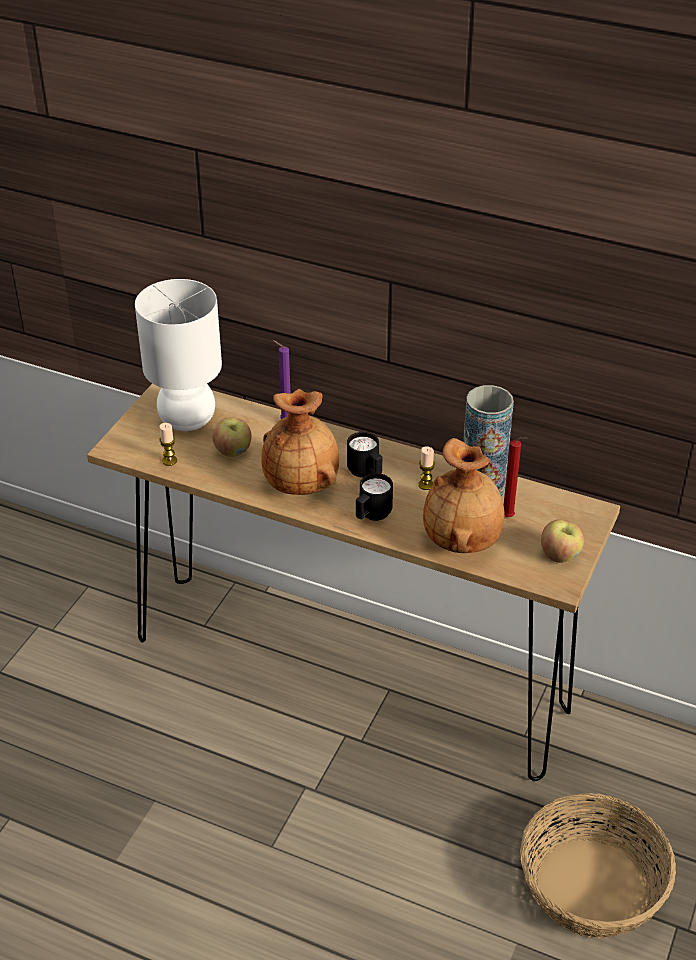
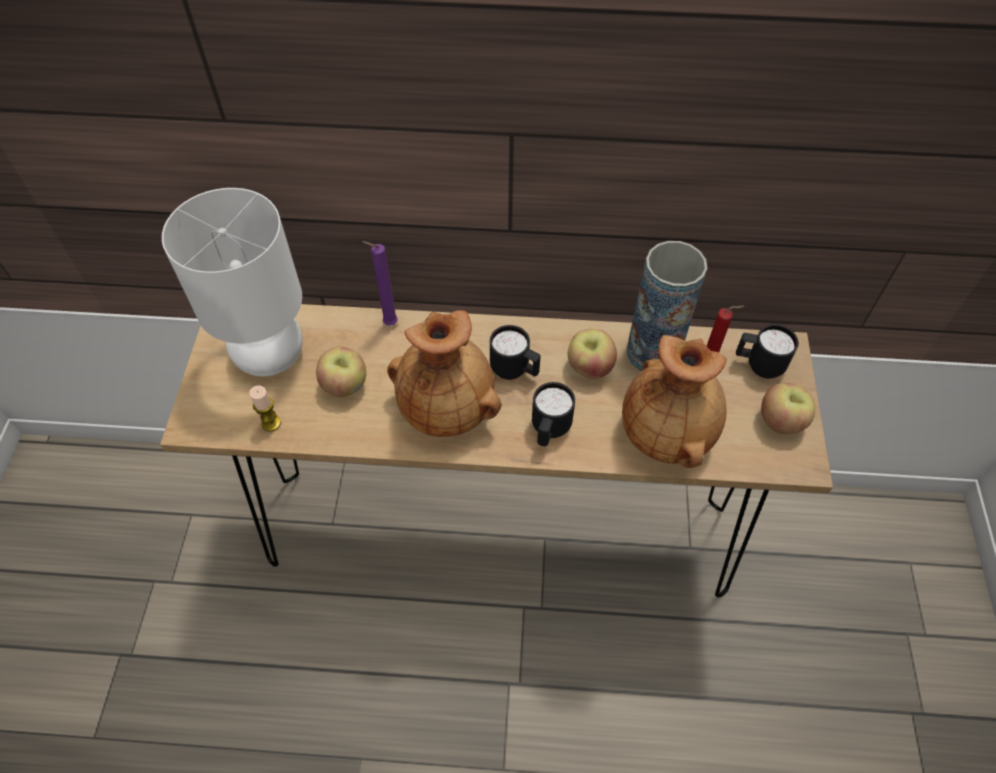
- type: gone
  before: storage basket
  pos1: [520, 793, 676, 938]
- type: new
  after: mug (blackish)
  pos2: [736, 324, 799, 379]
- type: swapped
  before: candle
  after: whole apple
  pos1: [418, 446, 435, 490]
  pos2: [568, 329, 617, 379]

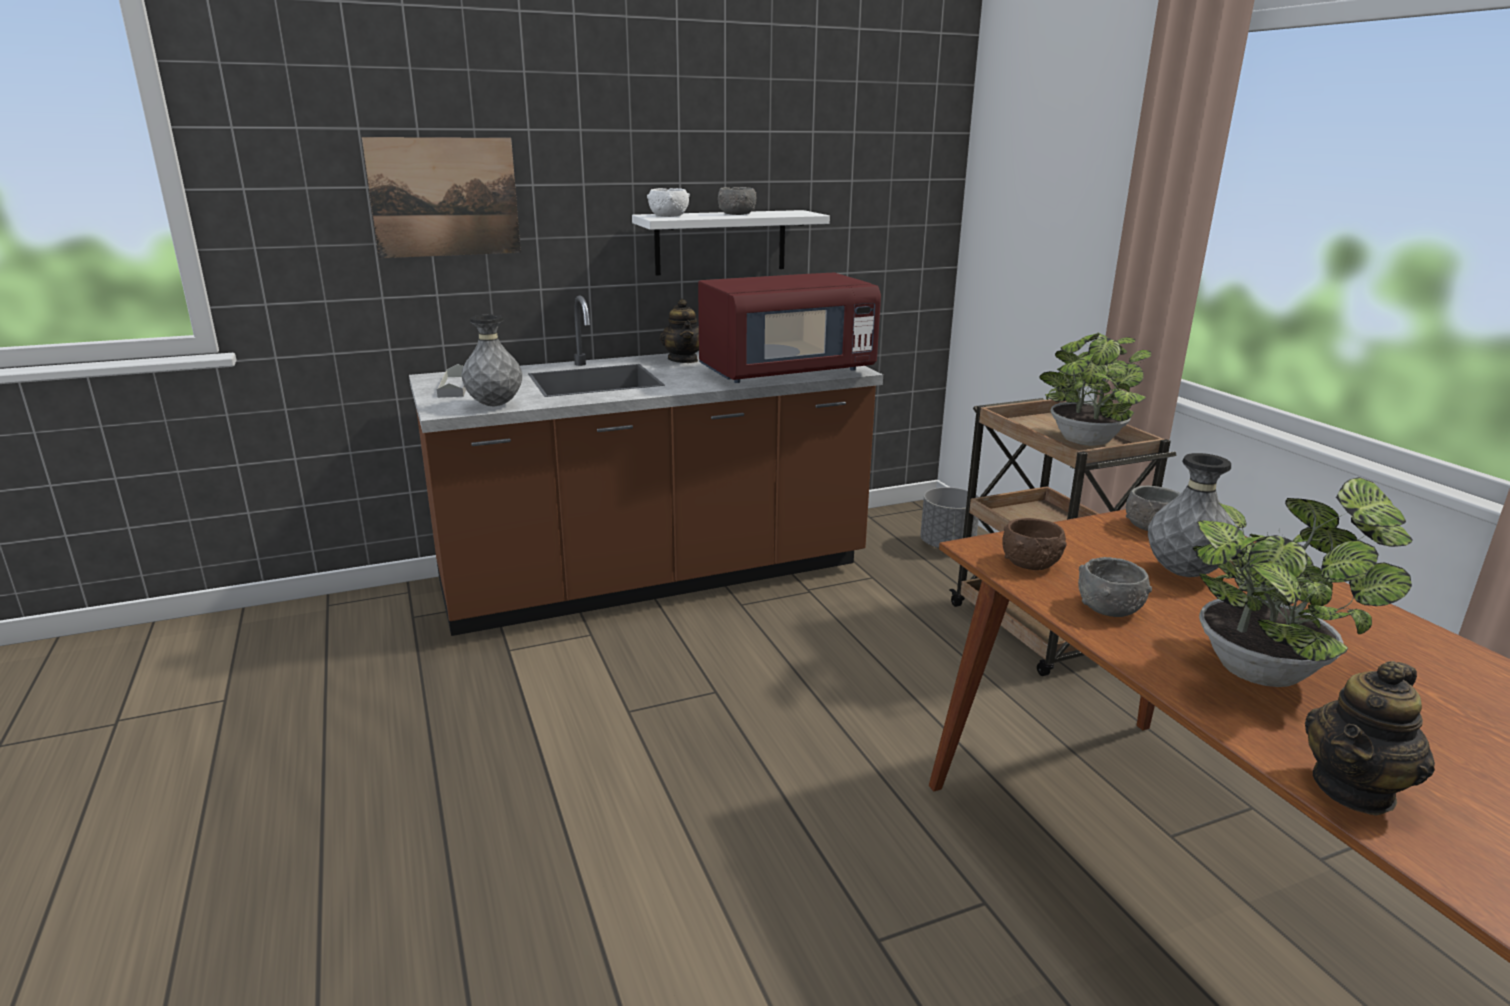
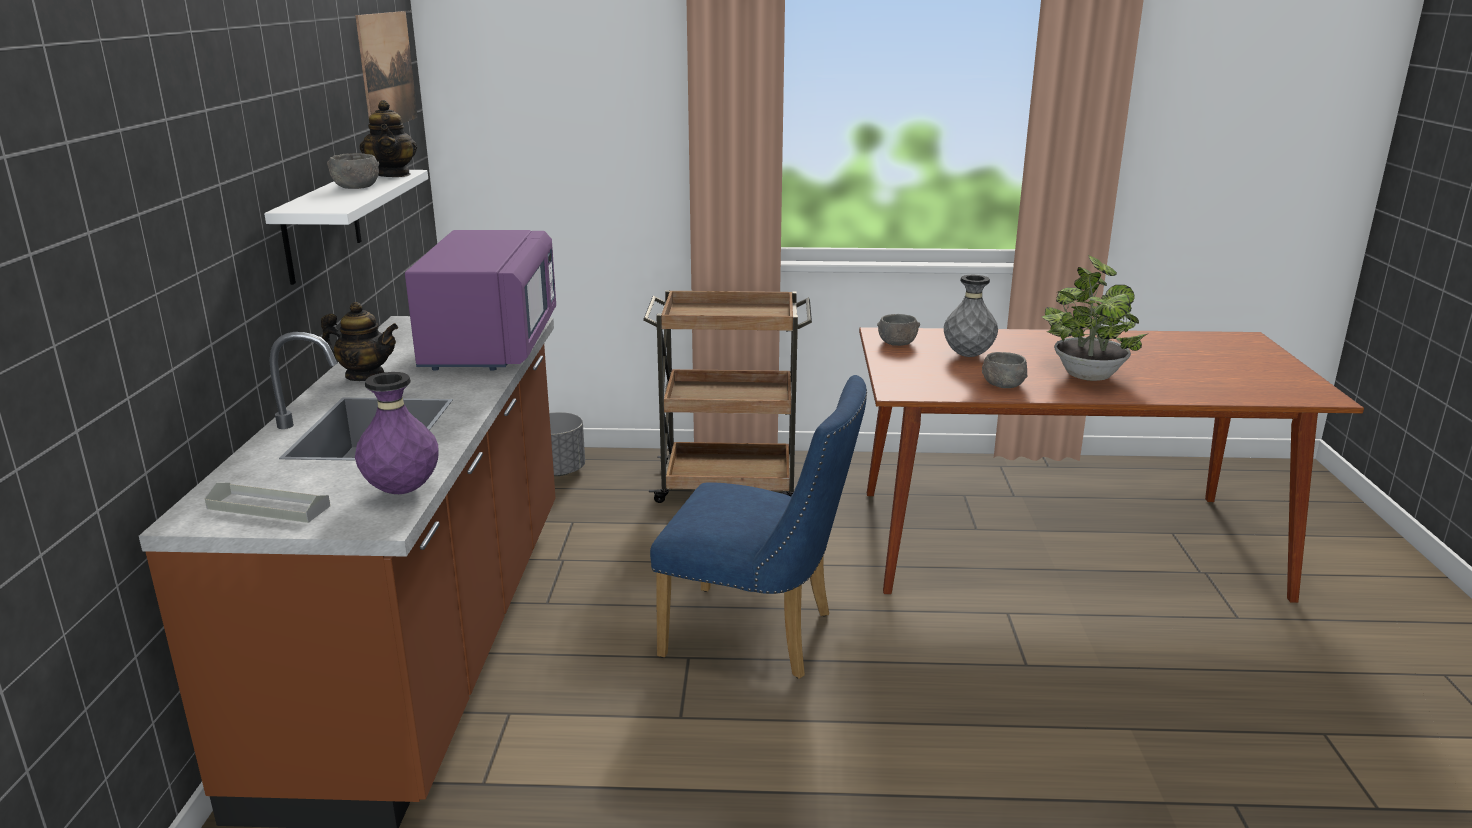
- type: gone
  before: deep dish (white)
  pos1: [647, 188, 690, 217]
- type: gone
  before: deep dish (brownish)
  pos1: [1002, 518, 1067, 570]
- type: gone
  before: houseplant
  pos1: [1039, 332, 1151, 446]
- type: new
  after: upright chair (blue-coloured)
  pos2: [650, 375, 867, 679]
- type: shifted
  before: wall art
  pos1: [362, 137, 521, 258]
  pos2: [355, 11, 418, 124]
- type: shifted
  before: tea pot
  pos1: [1305, 661, 1435, 816]
  pos2: [360, 100, 417, 177]
- type: repainted
  before: decorative vase (gray)
  after: decorative vase (purple-coloured)
  pos1: [461, 315, 522, 406]
  pos2: [355, 372, 438, 494]
- type: repainted
  before: microwave oven (reddish)
  after: microwave oven (purple-coloured)
  pos1: [698, 273, 881, 383]
  pos2: [405, 230, 556, 371]

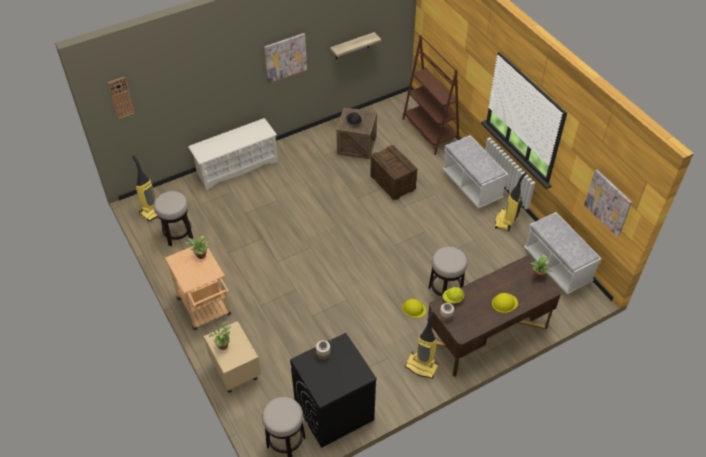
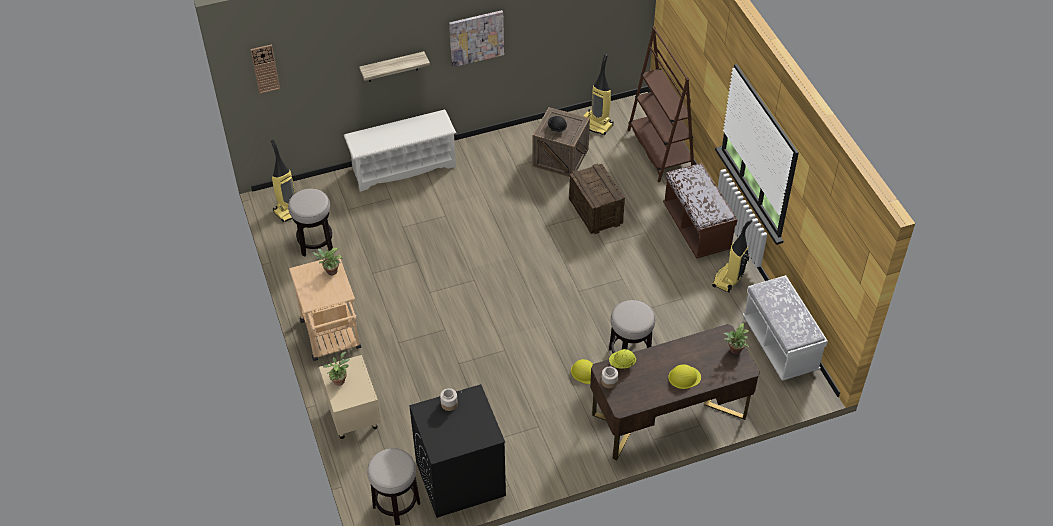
- type: gone
  before: wall art
  pos1: [584, 170, 632, 237]
- type: shifted
  before: wall shelf
  pos1: [330, 32, 381, 59]
  pos2: [359, 51, 430, 82]
- type: shifted
  before: hoover
  pos1: [405, 310, 439, 379]
  pos2: [584, 54, 614, 135]
- type: repainted
  before: long seat (white)
  after: long seat (brownish)
  pos1: [442, 135, 508, 209]
  pos2: [663, 163, 738, 259]

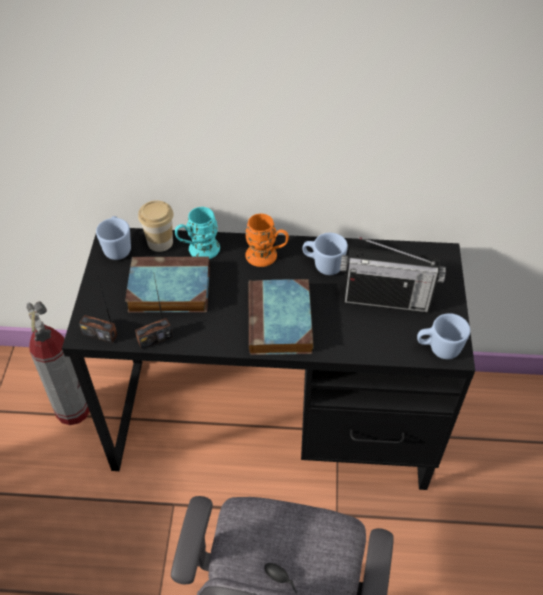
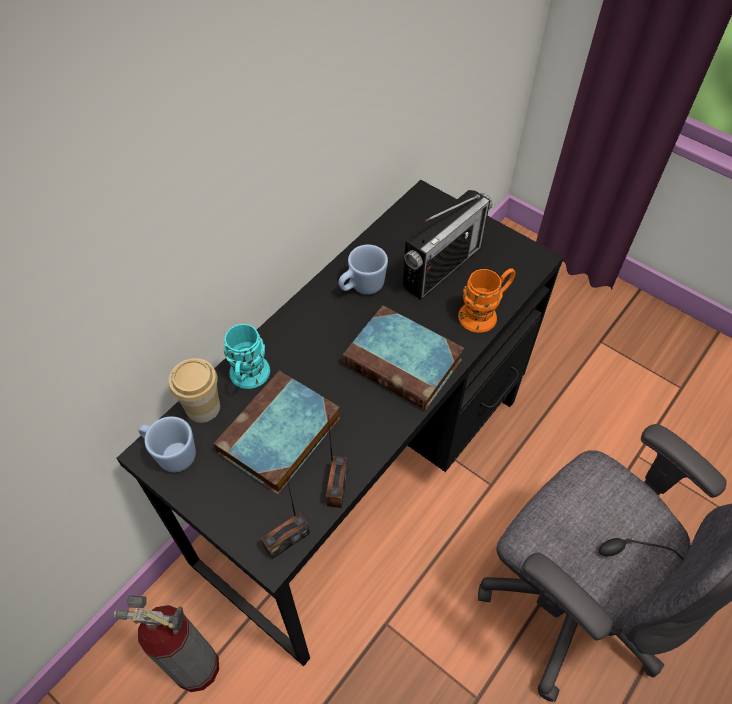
- type: gone
  before: mug (blue-coloured)
  pos1: [417, 313, 470, 359]
- type: shifted
  before: mug (orange)
  pos1: [245, 214, 289, 267]
  pos2: [458, 268, 516, 333]

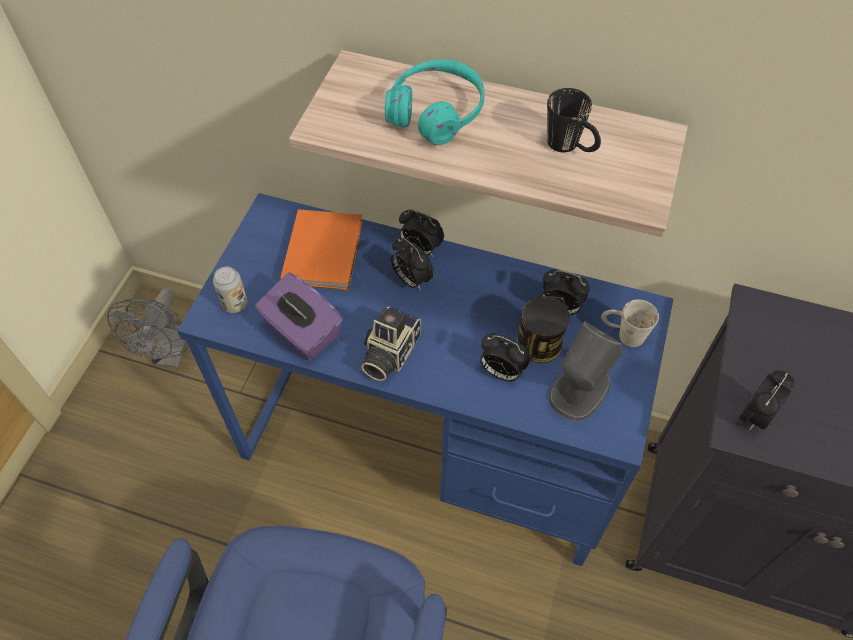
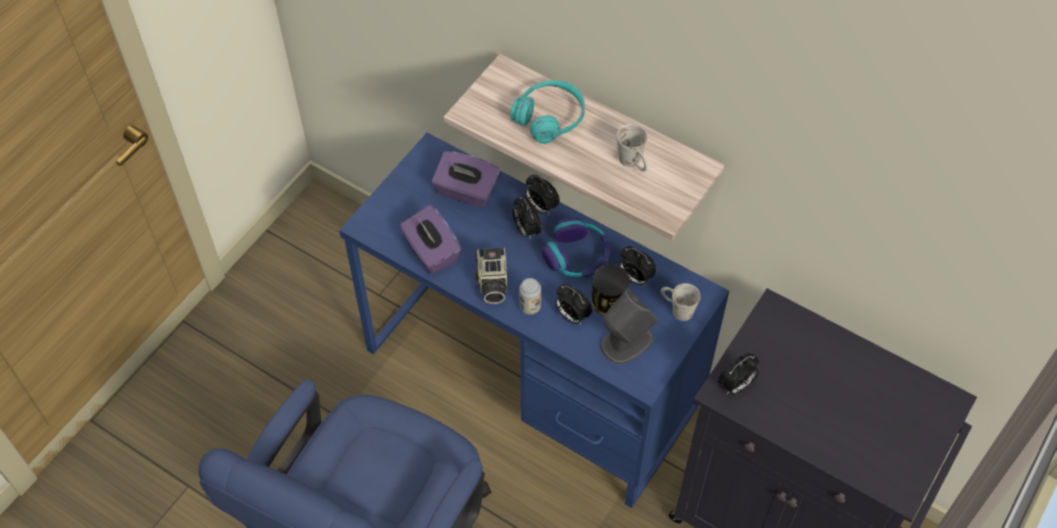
- type: gone
  before: cooling fan (gray)
  pos1: [107, 288, 189, 368]
- type: new
  after: headset
  pos2: [542, 217, 611, 278]
- type: shifted
  before: metal can
  pos1: [213, 266, 248, 313]
  pos2: [519, 278, 541, 315]
- type: swapped
  before: book (orange)
  after: tissue holder (purple-coloured)
  pos1: [280, 209, 363, 290]
  pos2: [432, 151, 500, 207]
- type: repainted
  before: mug (blackish)
  after: mug (white)
  pos1: [547, 88, 601, 152]
  pos2: [616, 124, 648, 171]
- type: rotated
  before: photo camera
  pos1: [361, 307, 421, 381]
  pos2: [474, 247, 508, 304]
  turn: -45

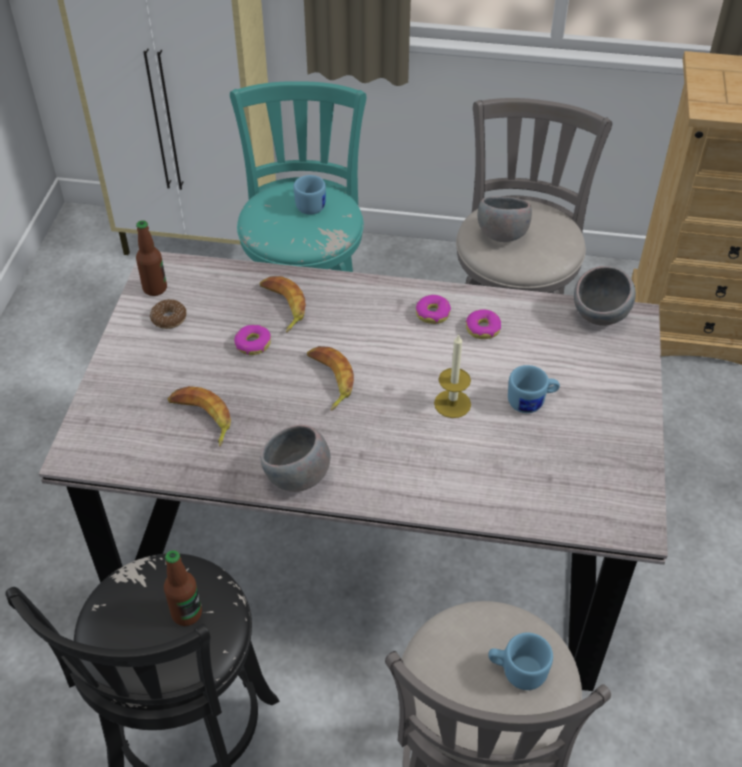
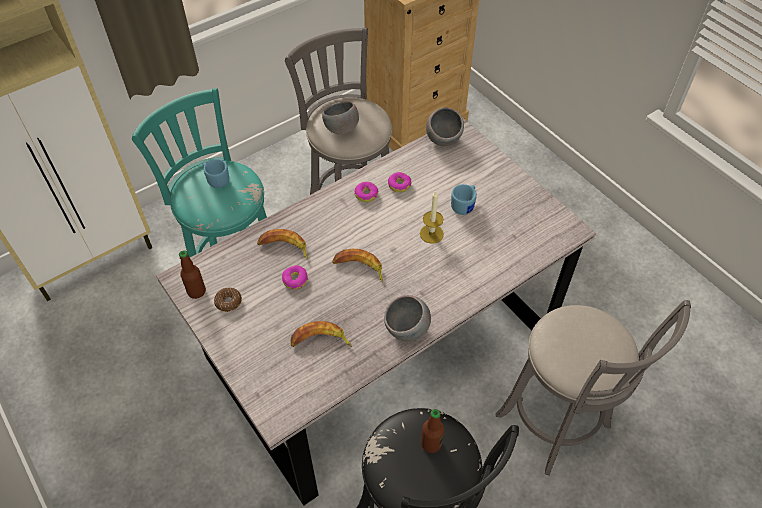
- type: gone
  before: mug (blue-coloured)
  pos1: [488, 633, 553, 690]

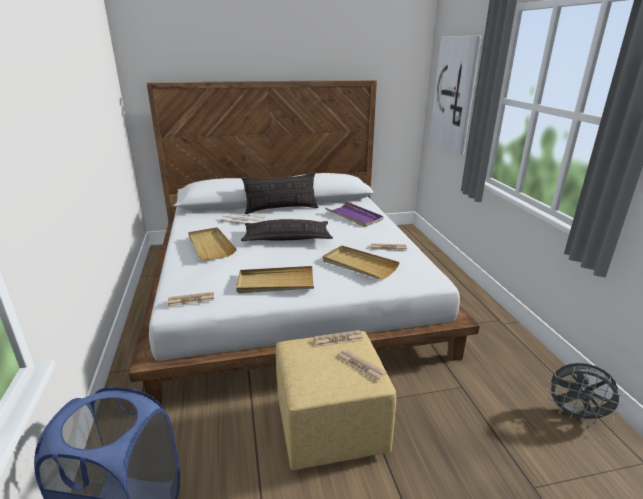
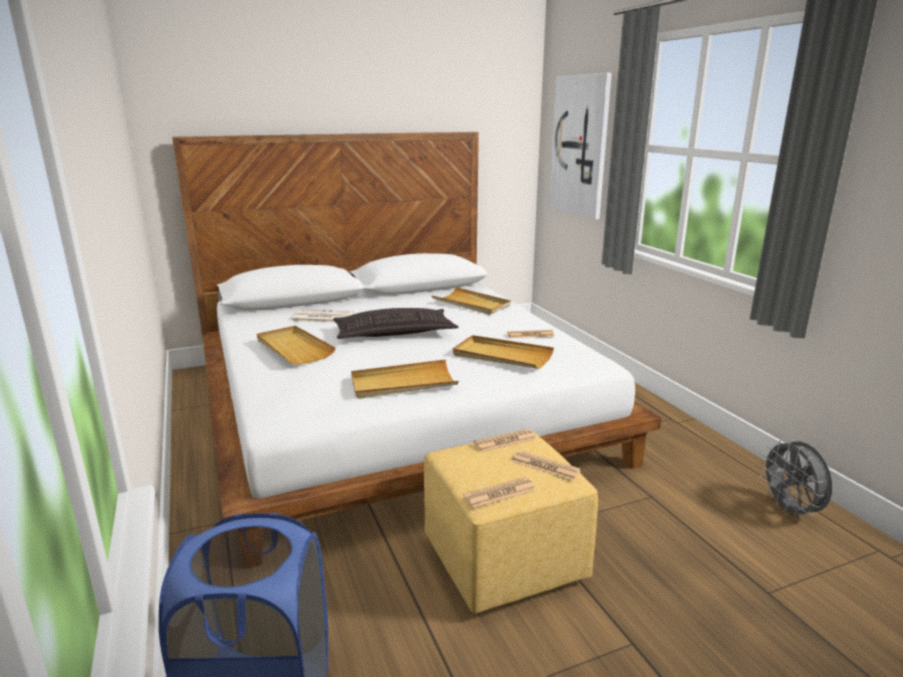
- type: gone
  before: throw pillow
  pos1: [242, 172, 318, 214]
- type: shifted
  before: newspaper
  pos1: [168, 292, 214, 306]
  pos2: [463, 477, 536, 508]
- type: repainted
  before: serving tray (purple-coloured)
  after: serving tray (beige-coloured)
  pos1: [325, 201, 384, 227]
  pos2: [432, 287, 511, 315]
- type: rotated
  before: cooling fan (gray)
  pos1: [546, 363, 625, 424]
  pos2: [760, 438, 833, 519]
  turn: 60

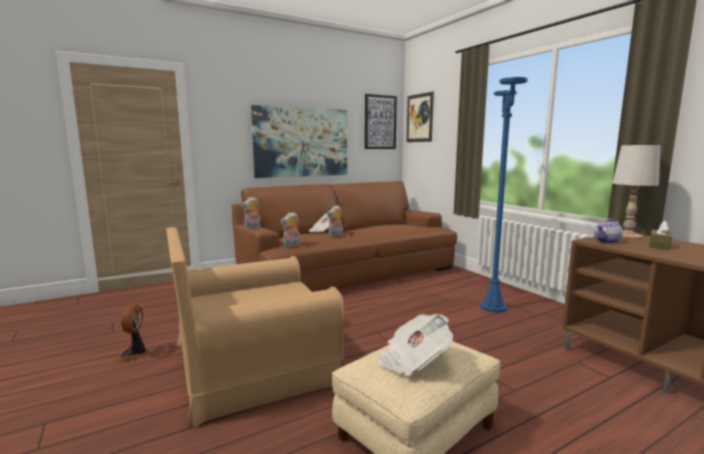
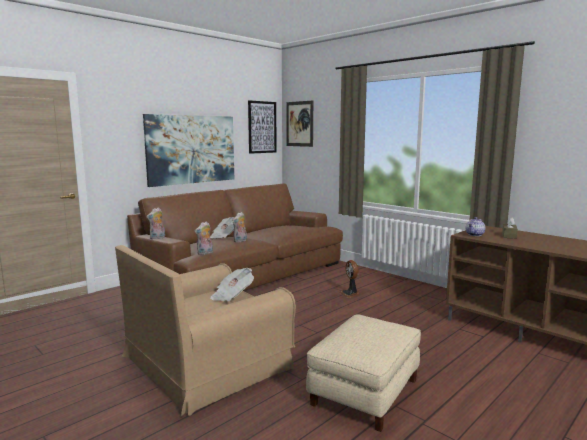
- type: gone
  before: standard lamp (blue-coloured)
  pos1: [480, 77, 528, 312]
- type: gone
  before: tabletop lamp (white)
  pos1: [613, 145, 660, 238]
- type: shifted
  before: cooling fan
  pos1: [115, 303, 150, 362]
  pos2: [340, 260, 359, 298]
- type: shifted
  before: newspaper
  pos1: [376, 314, 453, 376]
  pos2: [210, 268, 254, 302]

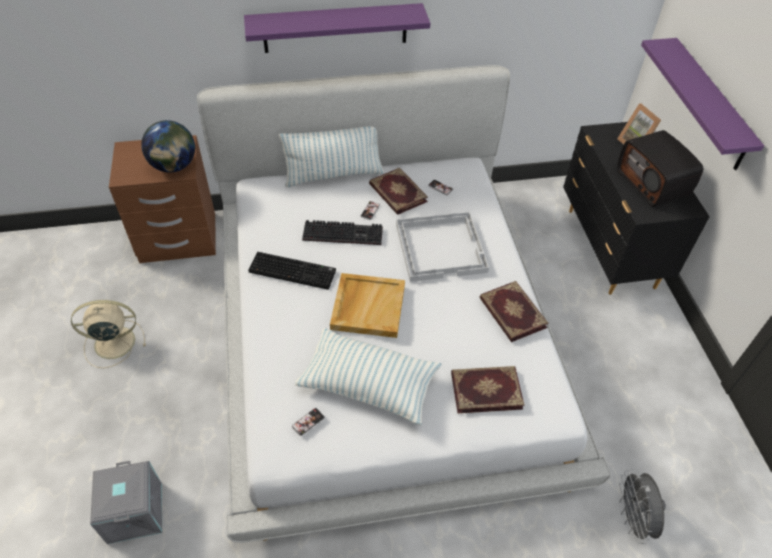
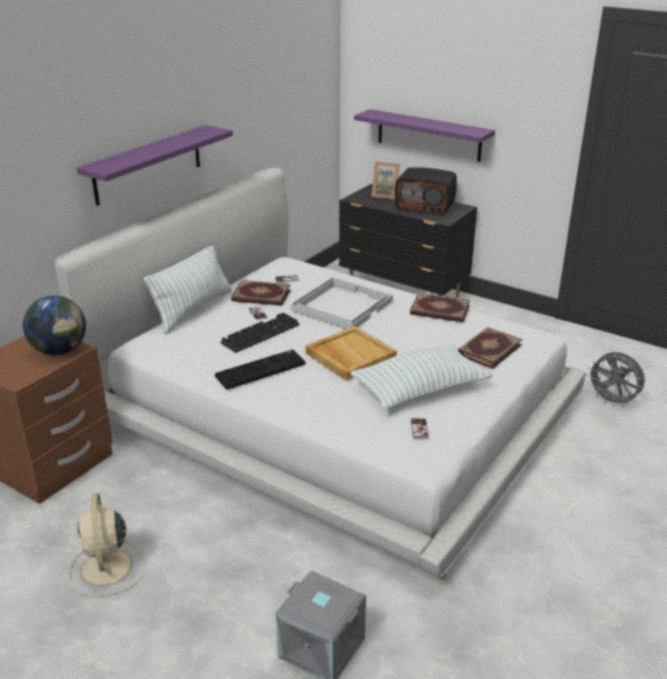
- type: rotated
  before: cooling fan (beige-coloured)
  pos1: [71, 300, 146, 368]
  pos2: [69, 493, 145, 597]
  turn: -45

